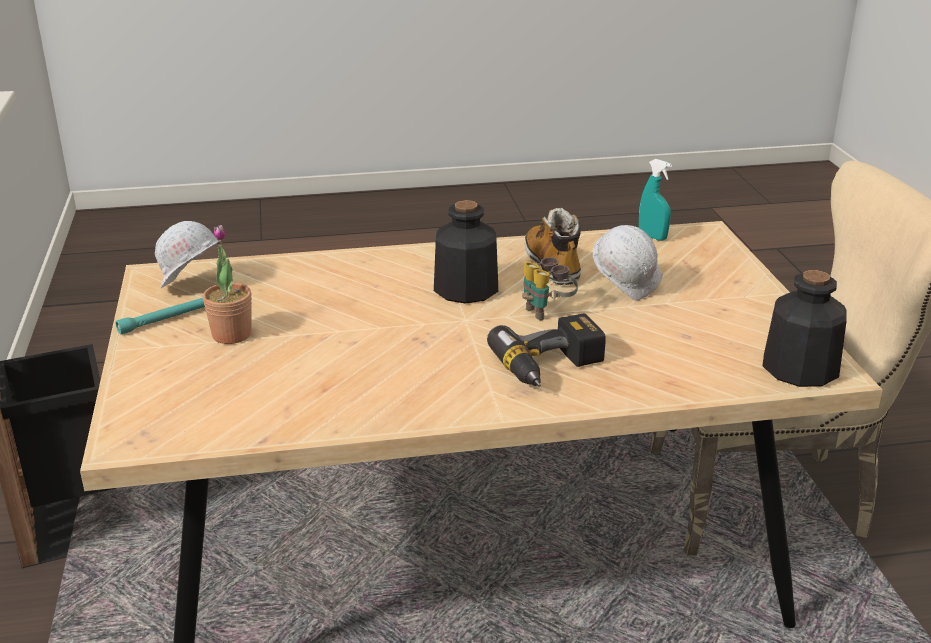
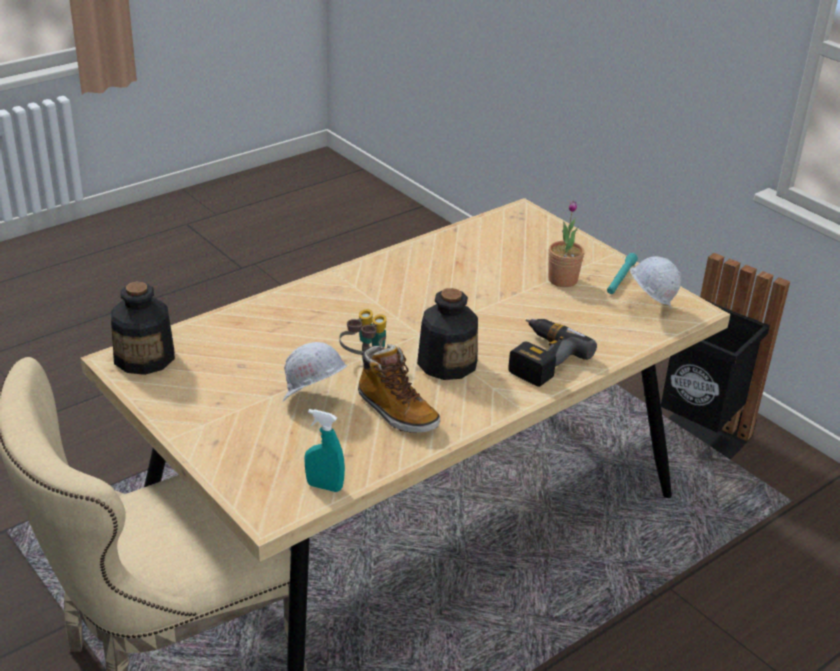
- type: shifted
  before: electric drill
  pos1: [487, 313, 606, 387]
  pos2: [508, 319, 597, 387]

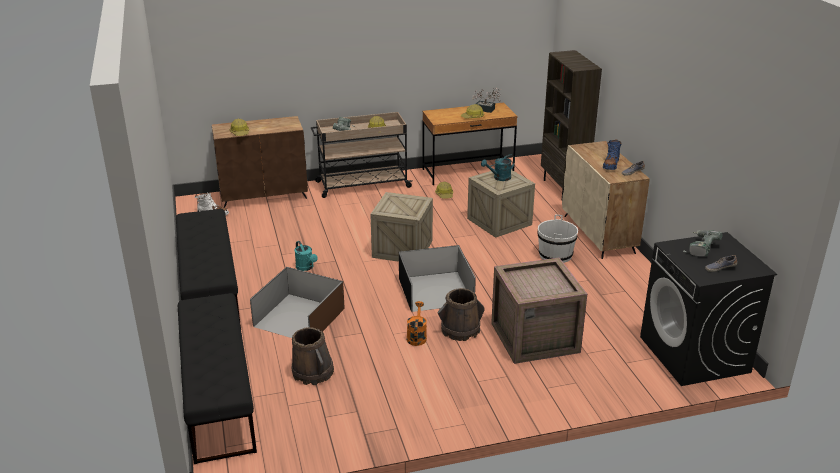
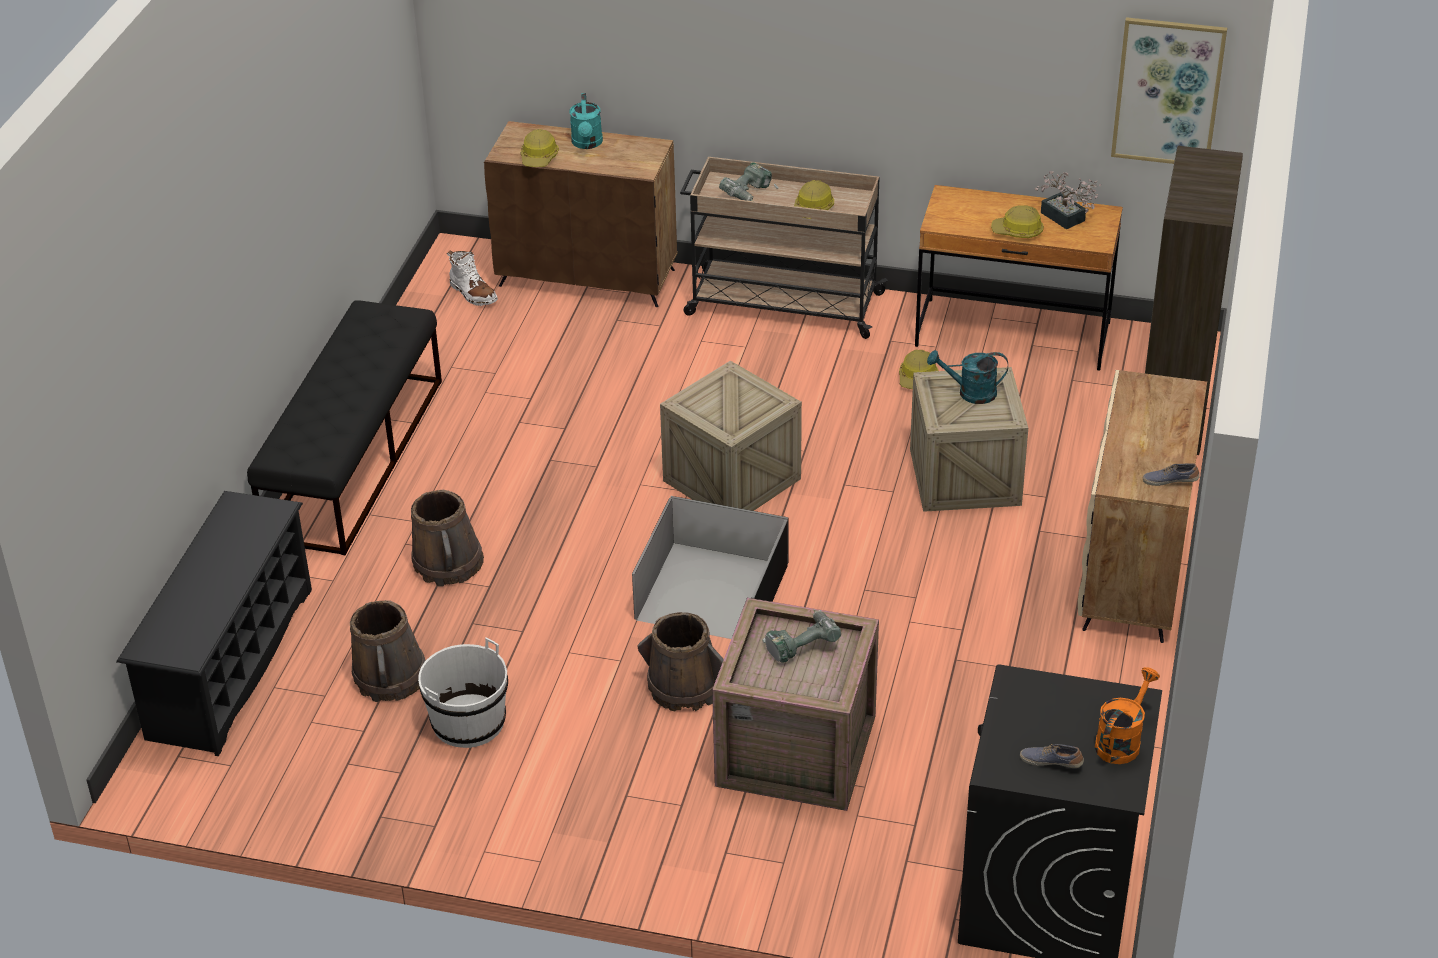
- type: gone
  before: high-top boot (blue-coloured)
  pos1: [603, 140, 621, 170]
- type: new
  after: wall art
  pos2: [1111, 17, 1227, 164]
- type: shifted
  before: watering pot (turquoise)
  pos1: [294, 241, 318, 271]
  pos2: [570, 93, 603, 149]
- type: shifted
  before: watering pot (orange)
  pos1: [407, 301, 427, 346]
  pos2: [1095, 667, 1160, 764]
- type: shifted
  before: pail (white)
  pos1: [537, 215, 578, 263]
  pos2: [418, 638, 508, 748]
- type: shifted
  before: electric drill
  pos1: [683, 230, 723, 256]
  pos2: [762, 609, 841, 662]
- type: swapped
  before: long seat (blackish)
  after: shoe rack (blackish)
  pos1: [178, 293, 257, 464]
  pos2: [116, 491, 312, 756]
- type: swapped
  before: storage box (brownish)
  after: pail (brownish)
  pos1: [250, 267, 345, 338]
  pos2: [411, 490, 484, 587]

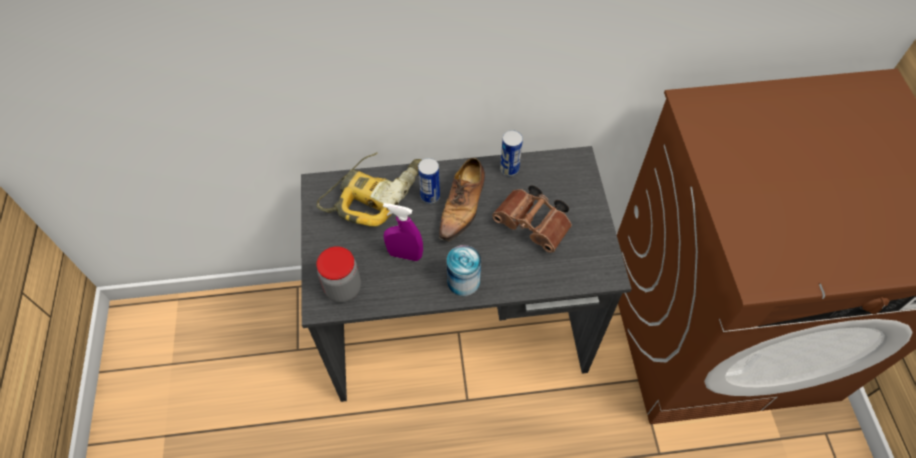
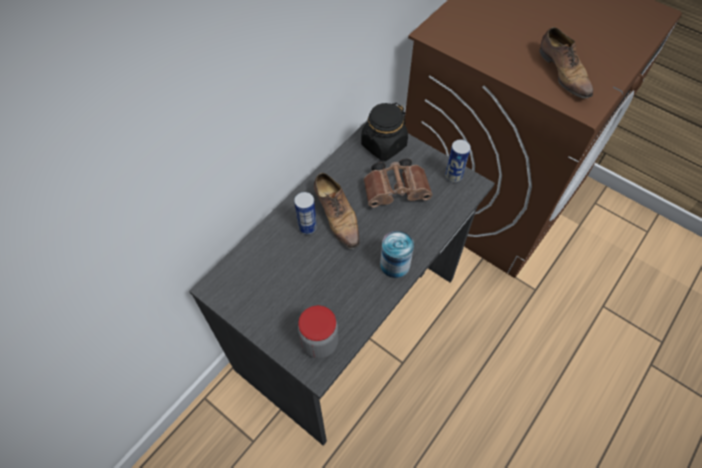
- type: gone
  before: electric drill
  pos1: [317, 152, 422, 227]
- type: gone
  before: hand sprayer (purple-coloured)
  pos1: [383, 203, 423, 261]
- type: new
  after: jar (blackish)
  pos2: [361, 103, 408, 161]
- type: new
  after: low shoe
  pos2: [539, 27, 593, 98]
- type: shifted
  before: metal can
  pos1: [500, 130, 523, 176]
  pos2: [445, 139, 471, 183]

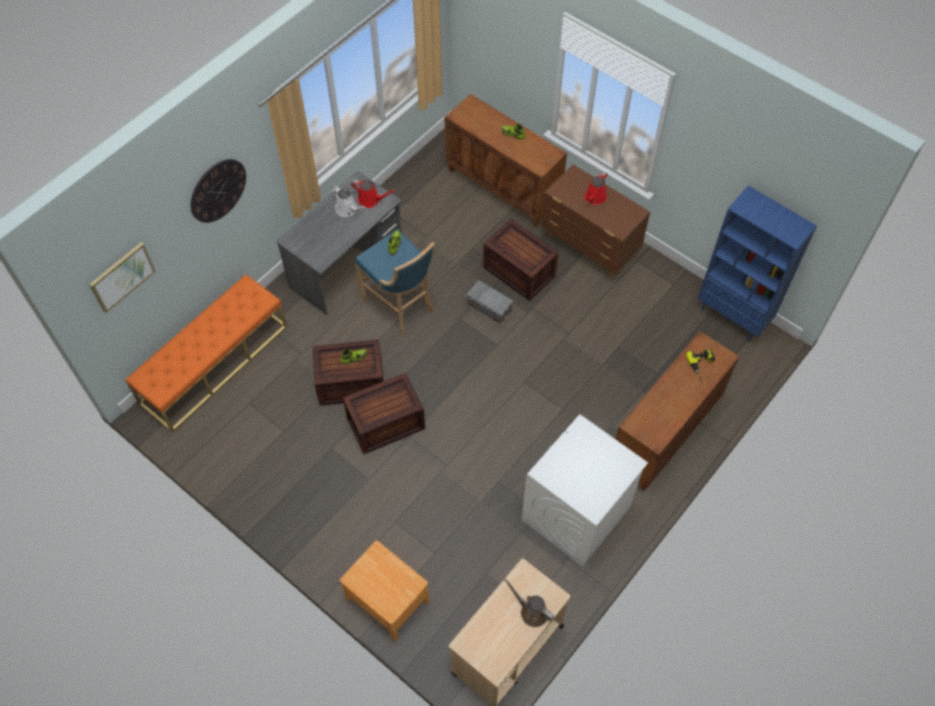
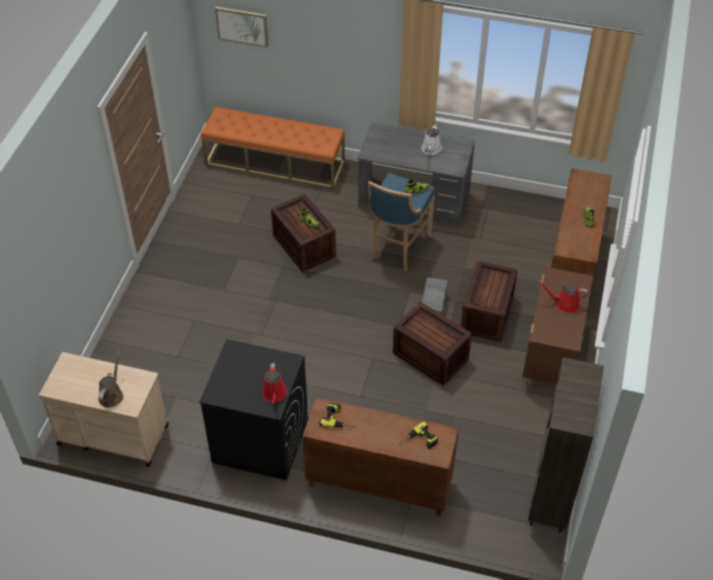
- type: gone
  before: hanging clock
  pos1: [191, 159, 246, 223]
- type: gone
  before: nightstand (brownish)
  pos1: [340, 541, 430, 641]
- type: new
  after: electric drill
  pos2: [319, 403, 356, 428]
- type: shifted
  before: crate
  pos1: [343, 372, 425, 454]
  pos2: [393, 302, 472, 386]
- type: shifted
  before: watering pot (reddish)
  pos1: [351, 180, 396, 208]
  pos2: [262, 363, 287, 404]
- type: repainted
  before: laundry machine (white)
  after: laundry machine (blackish)
  pos1: [522, 414, 648, 566]
  pos2: [199, 339, 308, 480]
- type: repainted
  before: shelving unit (blue-coloured)
  after: shelving unit (brownish)
  pos1: [698, 186, 817, 341]
  pos2: [528, 357, 604, 532]

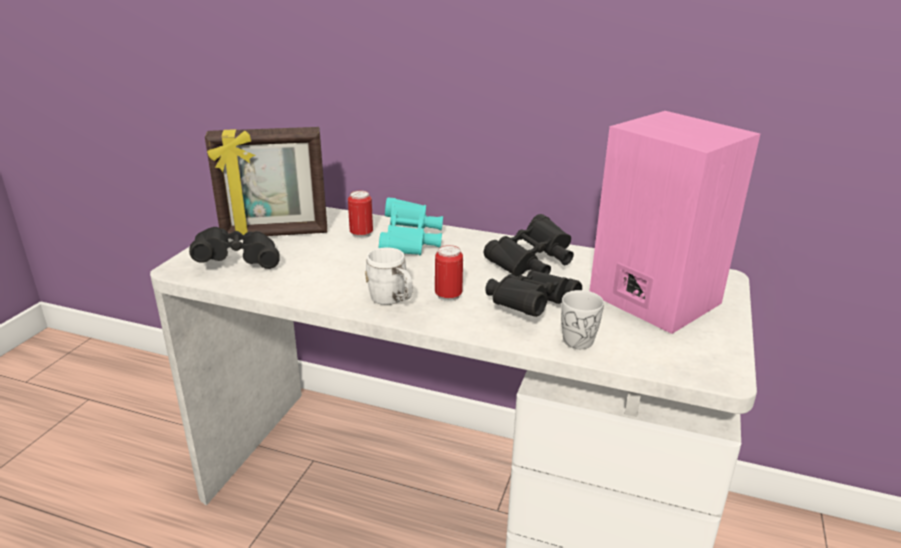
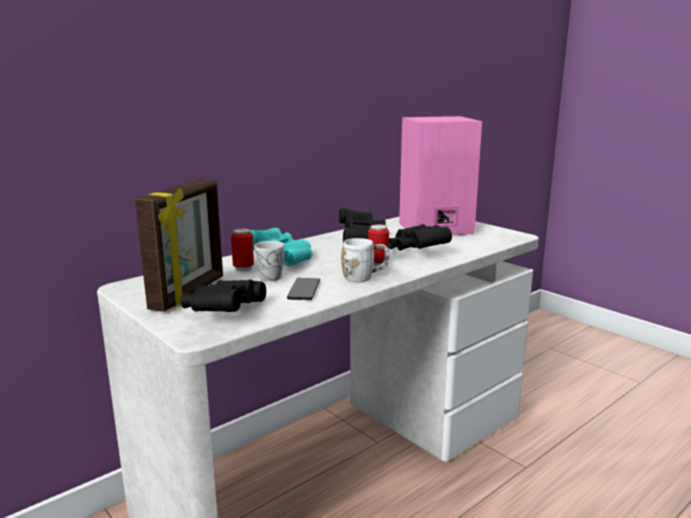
- type: new
  after: handset
  pos2: [287, 278, 320, 300]
- type: shifted
  before: mug (white)
  pos1: [561, 290, 604, 349]
  pos2: [254, 241, 284, 281]

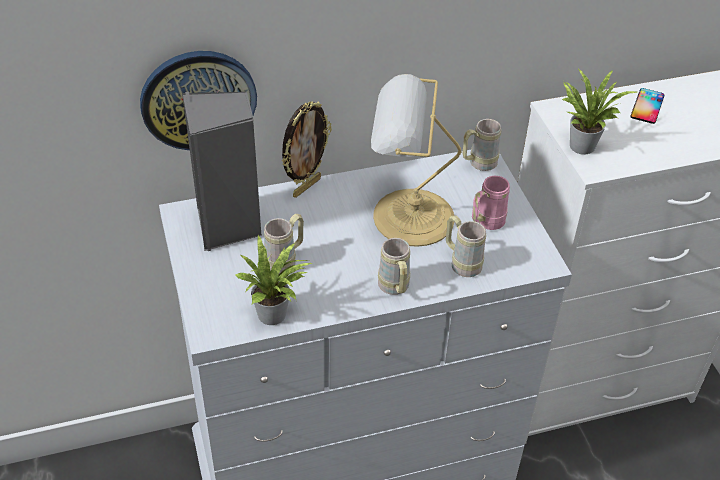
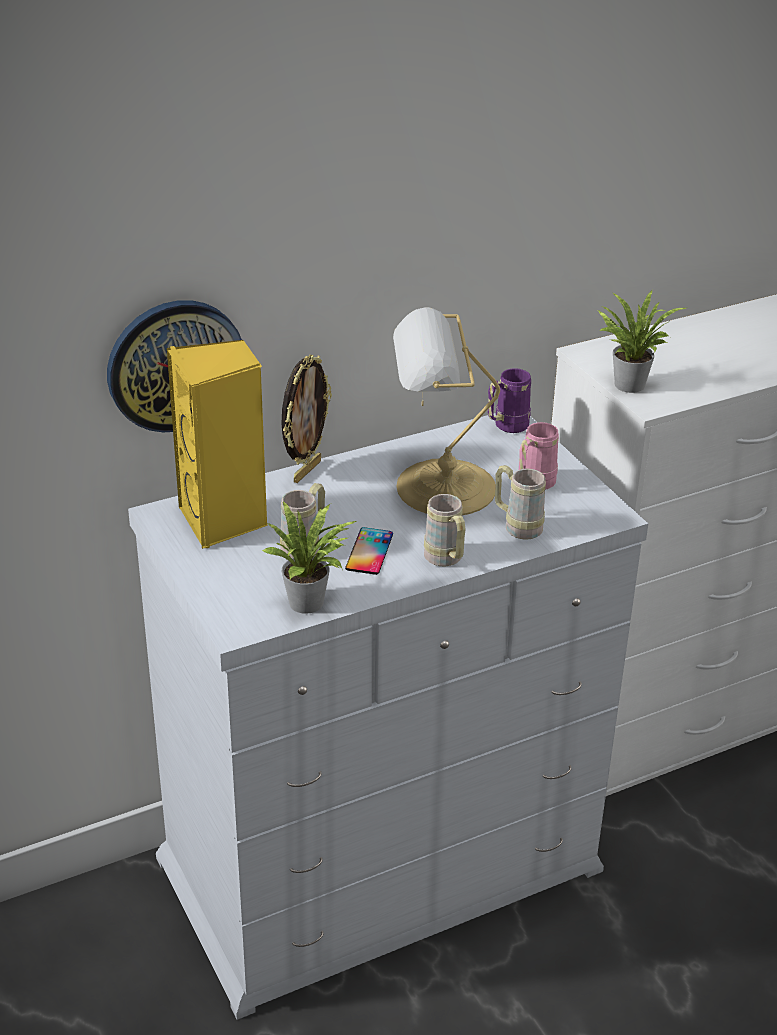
- type: shifted
  before: handset
  pos1: [630, 88, 665, 124]
  pos2: [345, 527, 393, 575]
- type: repainted
  before: loudspeaker (gray)
  after: loudspeaker (yellow-coloured)
  pos1: [182, 92, 262, 251]
  pos2: [167, 340, 267, 549]
- type: repainted
  before: mug (beige-coloured)
  after: mug (purple-coloured)
  pos1: [462, 119, 501, 171]
  pos2: [488, 368, 531, 433]

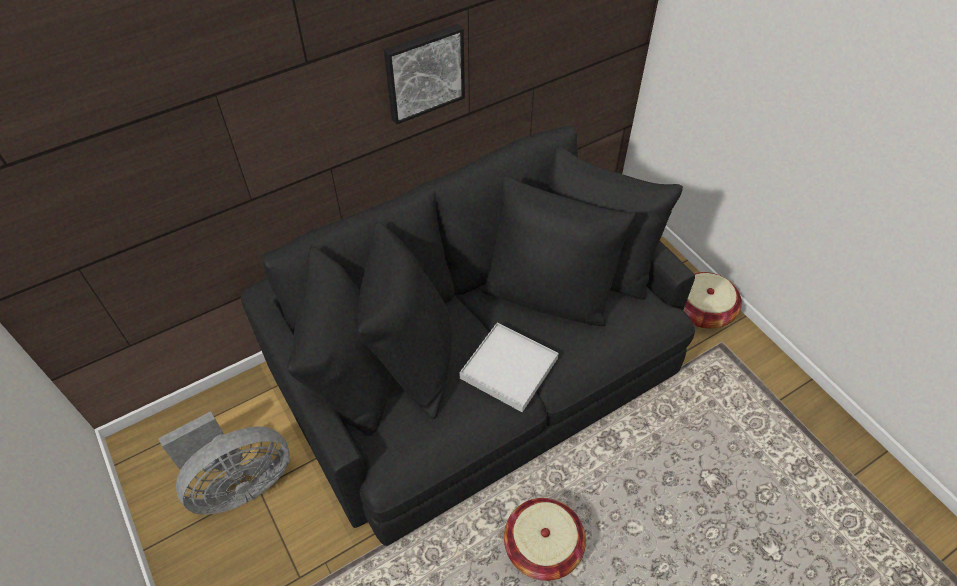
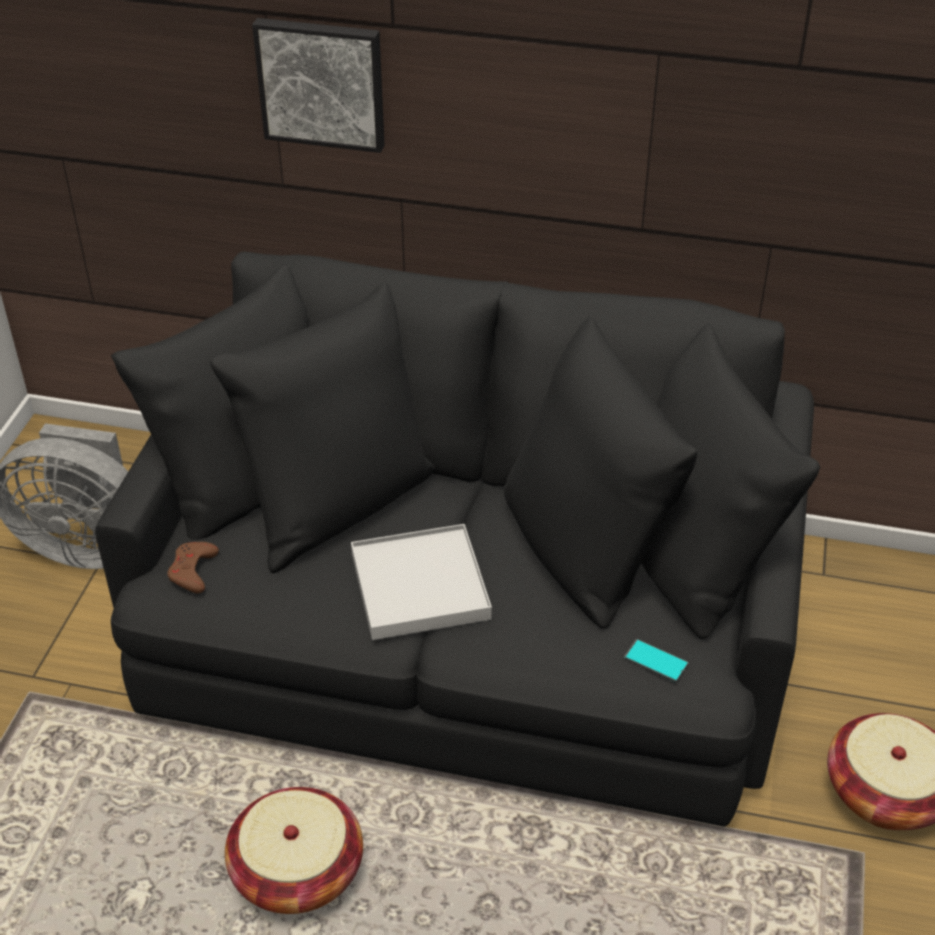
- type: new
  after: game controller (brownish)
  pos2: [167, 542, 219, 593]
- type: new
  after: handset
  pos2: [624, 639, 689, 683]
- type: shifted
  before: wall art
  pos1: [384, 24, 465, 125]
  pos2: [252, 18, 385, 153]

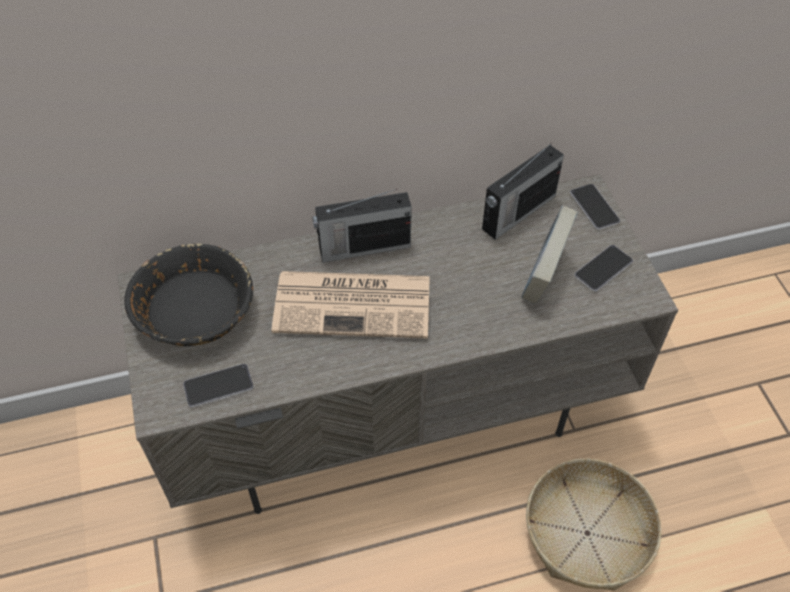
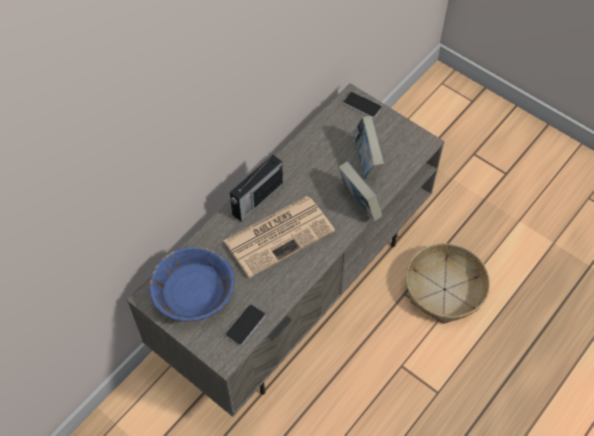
- type: gone
  before: radio set
  pos1: [482, 143, 564, 240]
- type: gone
  before: handset
  pos1: [574, 245, 633, 292]
- type: new
  after: book
  pos2: [338, 162, 382, 221]
- type: repainted
  before: deep dish (blackish)
  after: deep dish (blue-coloured)
  pos1: [124, 243, 253, 346]
  pos2: [149, 247, 235, 322]

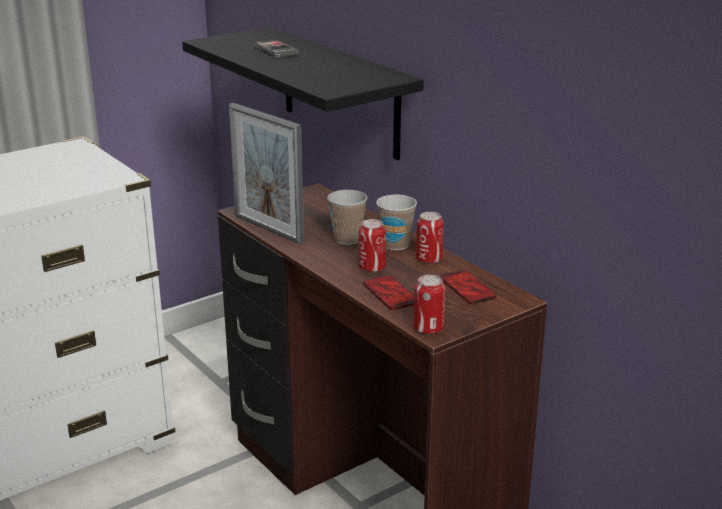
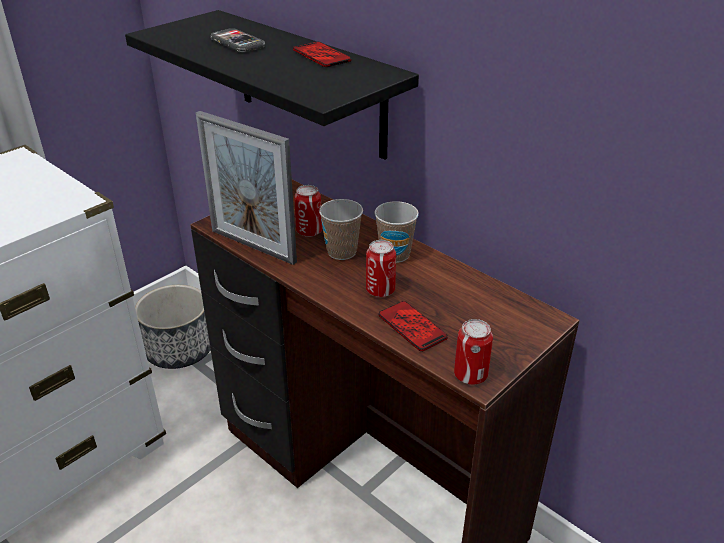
- type: new
  after: flower pot
  pos2: [135, 285, 211, 369]
- type: shifted
  before: metal can
  pos1: [416, 212, 444, 264]
  pos2: [294, 185, 322, 237]
- type: shifted
  before: handset
  pos1: [440, 270, 497, 304]
  pos2: [293, 42, 351, 67]

